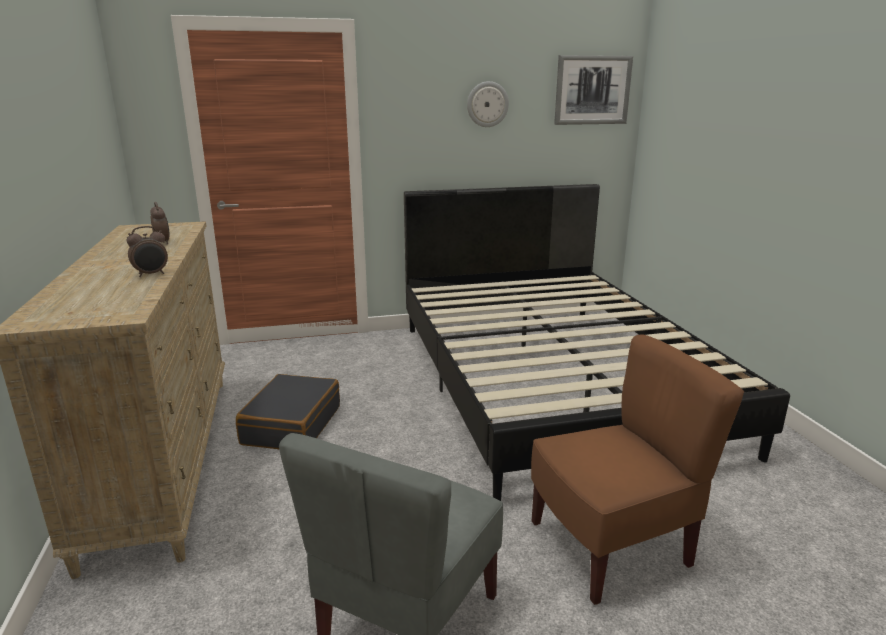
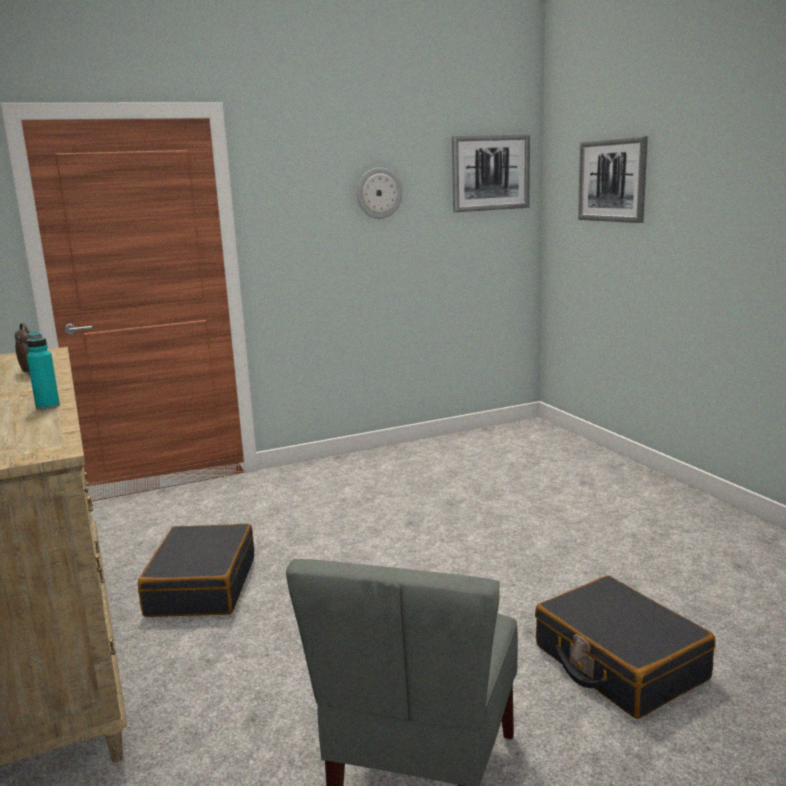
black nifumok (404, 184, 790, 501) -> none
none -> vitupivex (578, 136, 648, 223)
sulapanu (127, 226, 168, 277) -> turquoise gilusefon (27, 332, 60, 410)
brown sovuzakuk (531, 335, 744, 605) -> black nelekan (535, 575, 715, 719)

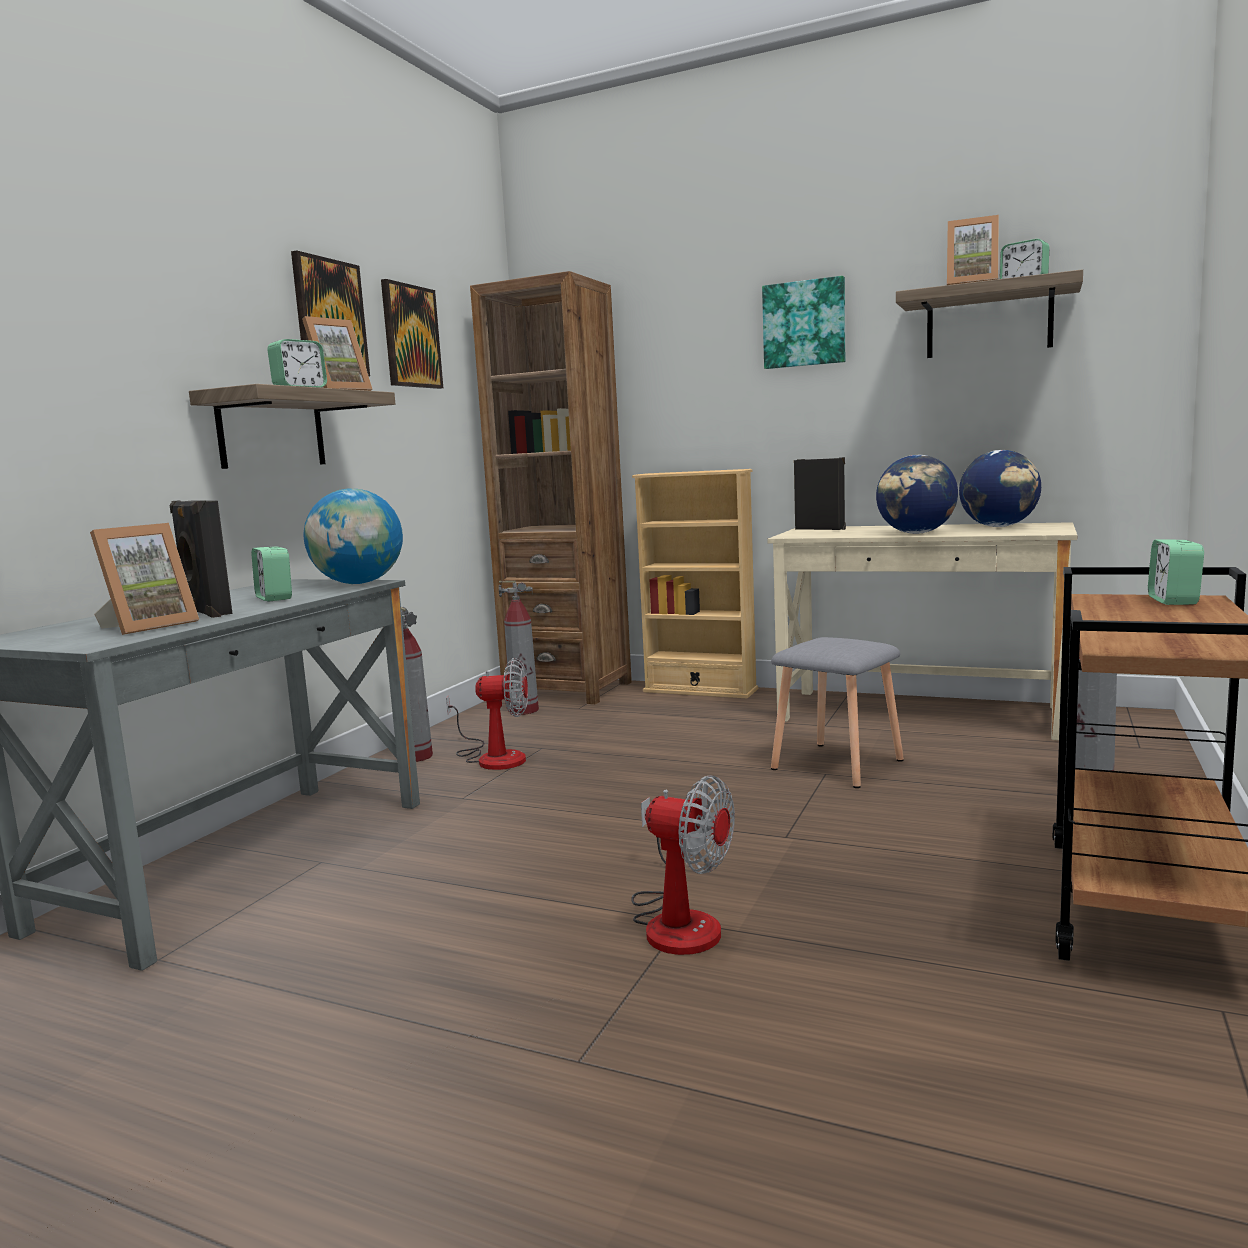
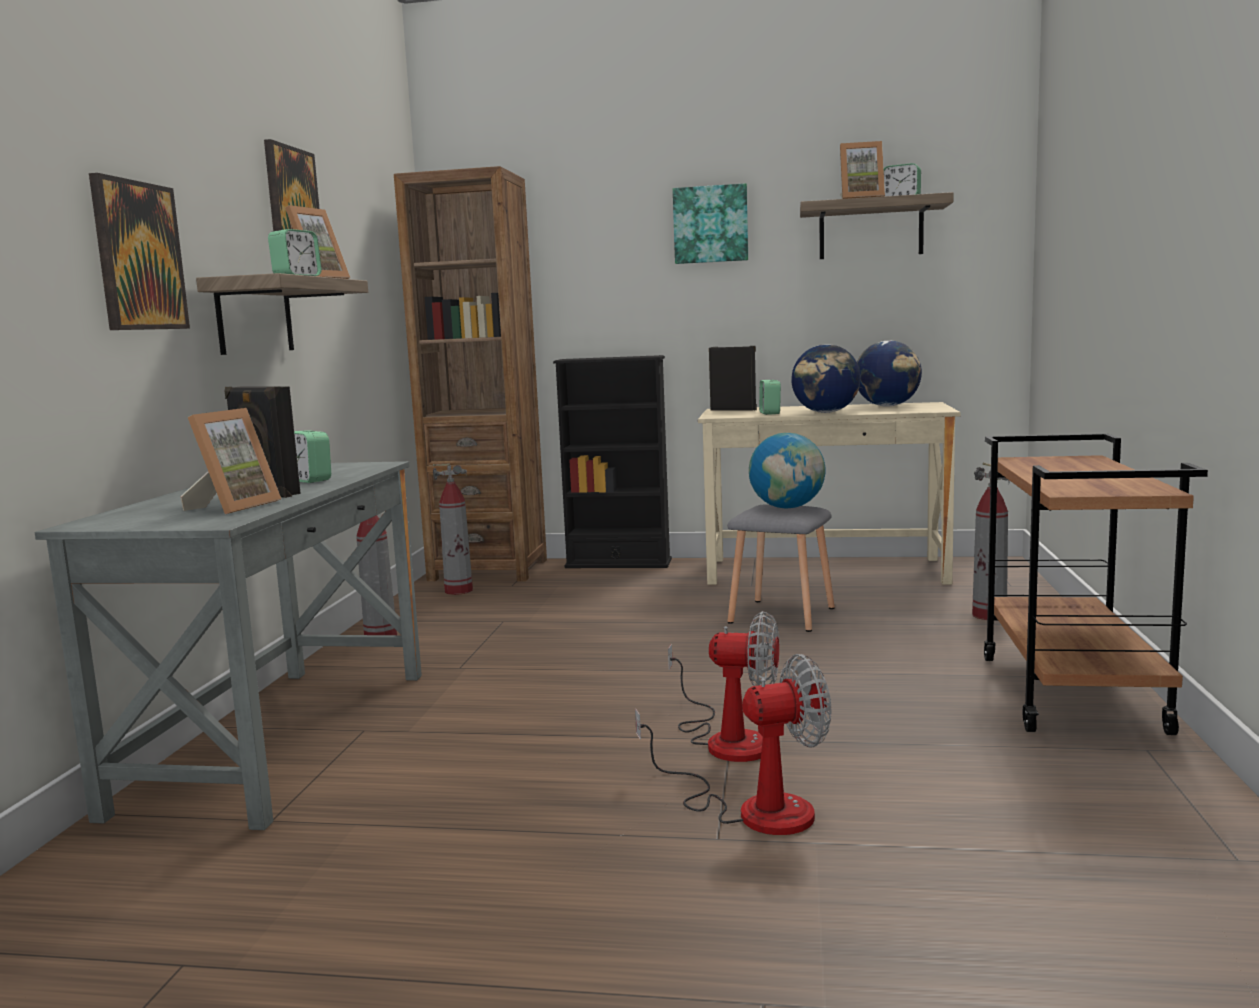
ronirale (303, 489, 403, 584) -> ronirale (749, 433, 825, 509), shifted
vitupivex (381, 279, 443, 389) -> vitupivex (89, 173, 190, 330), shifted
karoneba (446, 658, 528, 770) -> karoneba (635, 654, 831, 835), shifted
sulapanu (1148, 539, 1204, 605) -> sulapanu (759, 380, 781, 415), shifted
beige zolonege (632, 469, 758, 699) -> black zolonege (553, 355, 672, 568)

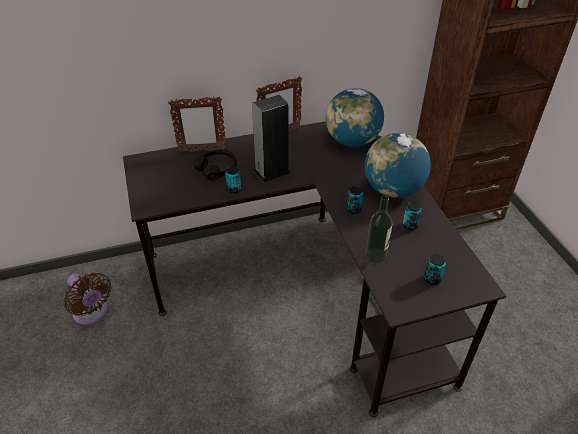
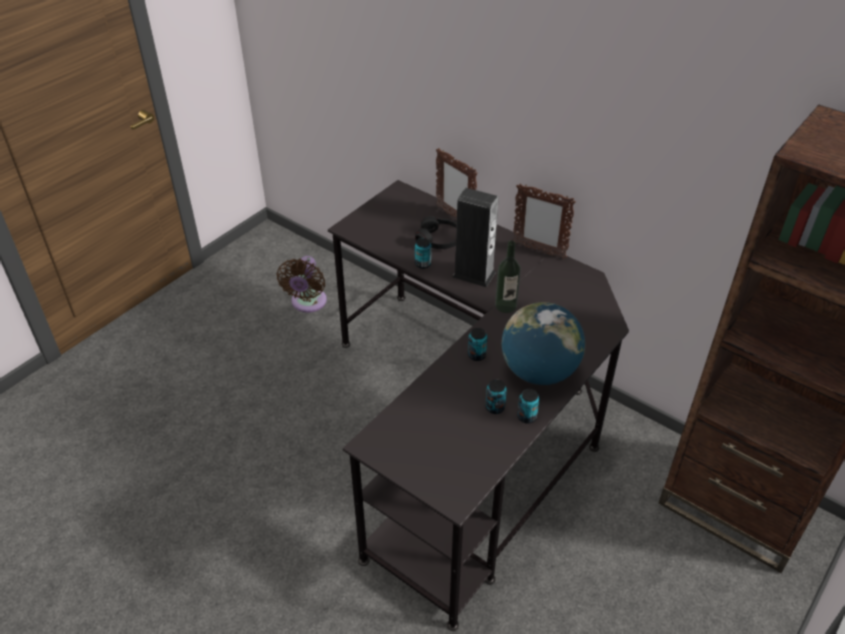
ronirale (326, 88, 384, 147) -> none
gilusefon (366, 195, 392, 263) -> gilusefon (495, 241, 521, 313), shifted
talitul (424, 254, 446, 285) -> talitul (517, 389, 540, 424), shifted

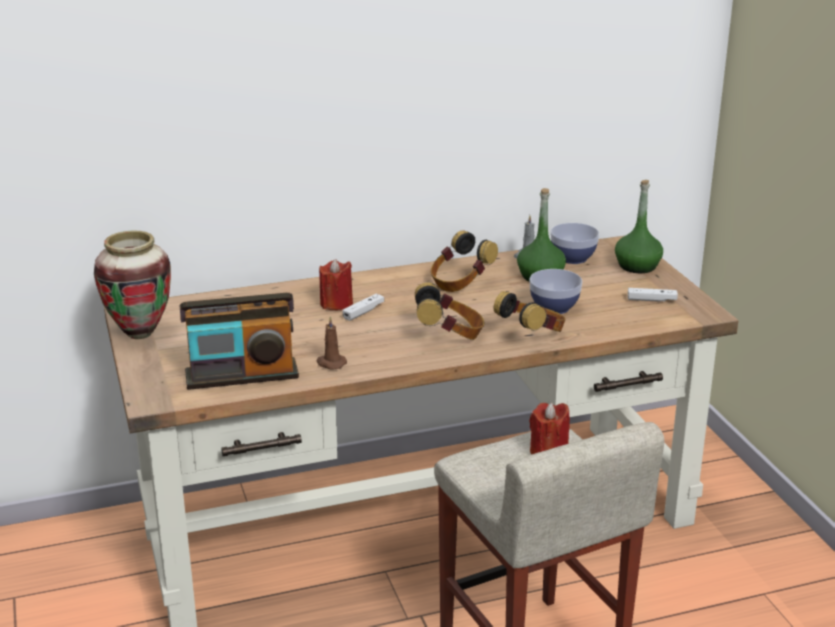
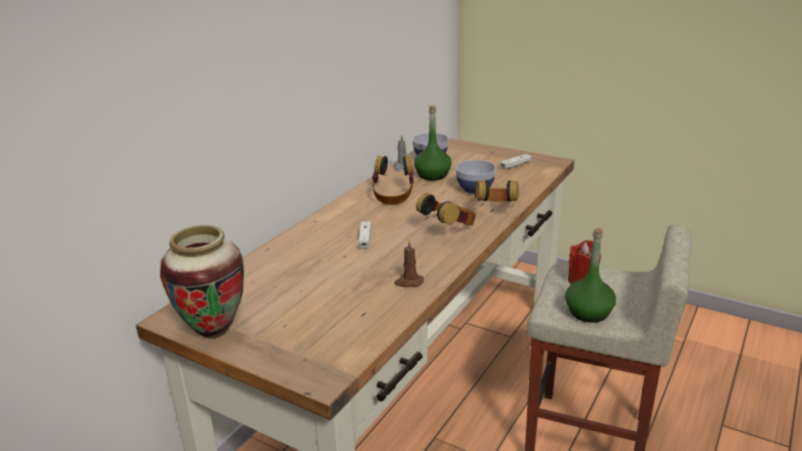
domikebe (180, 293, 299, 390) -> none
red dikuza (319, 259, 353, 310) -> none
green gilusefon (615, 180, 663, 273) -> green gilusefon (565, 228, 616, 323), shifted

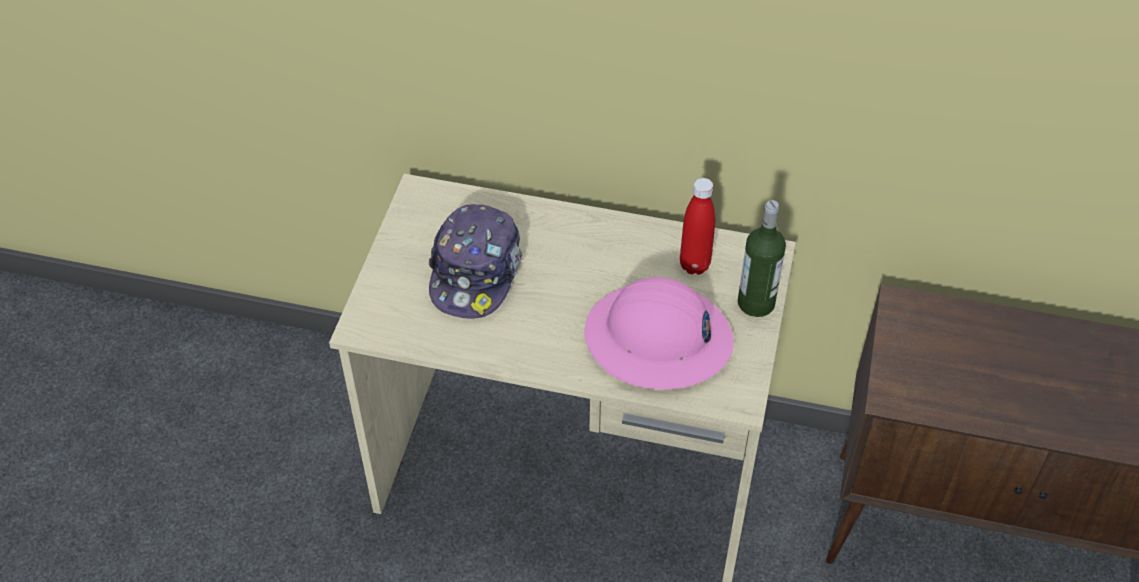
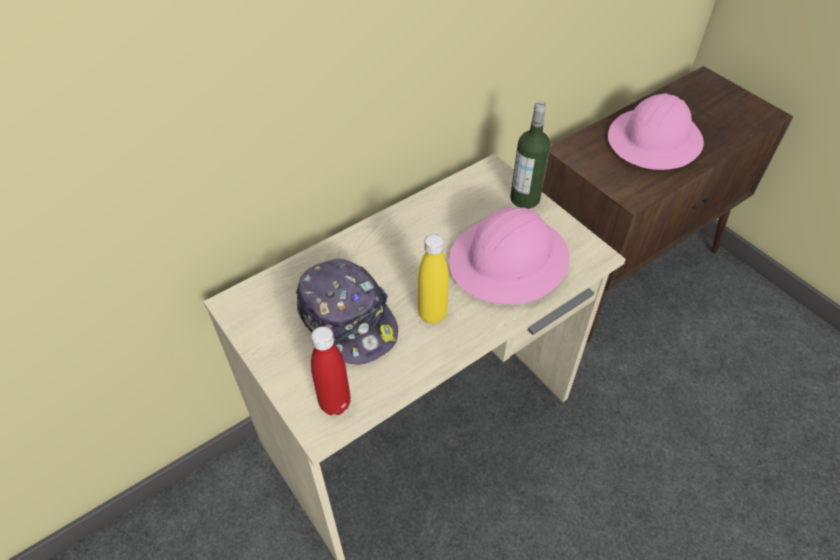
none -> yellow gilusefon (418, 234, 449, 324)
none -> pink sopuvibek (608, 93, 704, 170)
red gilusefon (680, 178, 715, 275) -> red gilusefon (311, 326, 351, 415), shifted

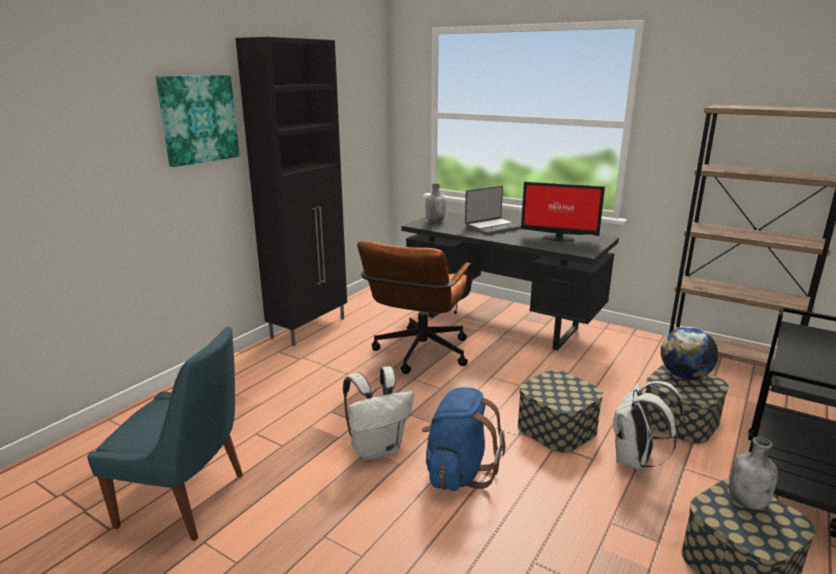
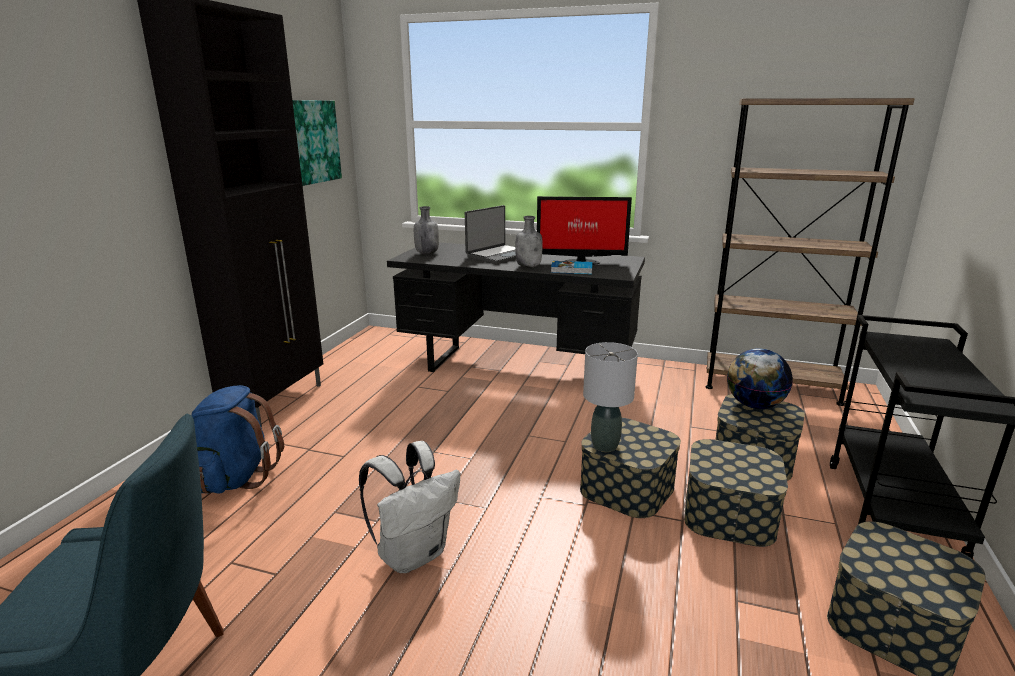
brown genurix (357, 241, 473, 374) -> none
none -> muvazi (551, 261, 592, 274)
none -> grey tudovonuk (583, 342, 638, 452)
vitupivex (156, 75, 239, 167) -> vitupivex (292, 100, 342, 186), shifted
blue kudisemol (422, 387, 505, 491) -> blue kudisemol (191, 385, 284, 494), shifted
grey gilusefon (729, 437, 778, 509) -> grey gilusefon (515, 216, 543, 268), shifted
white kudisemol (613, 381, 685, 470) -> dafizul (684, 439, 788, 547)

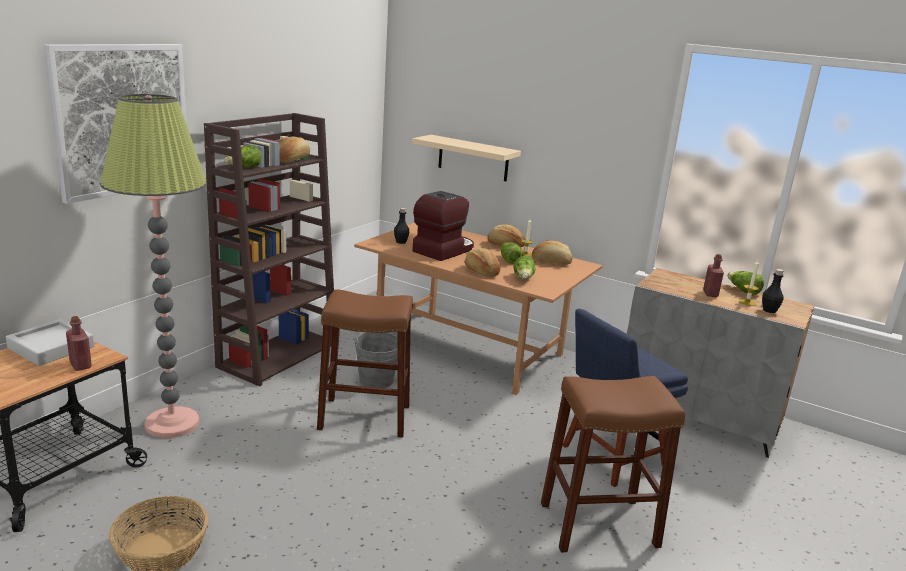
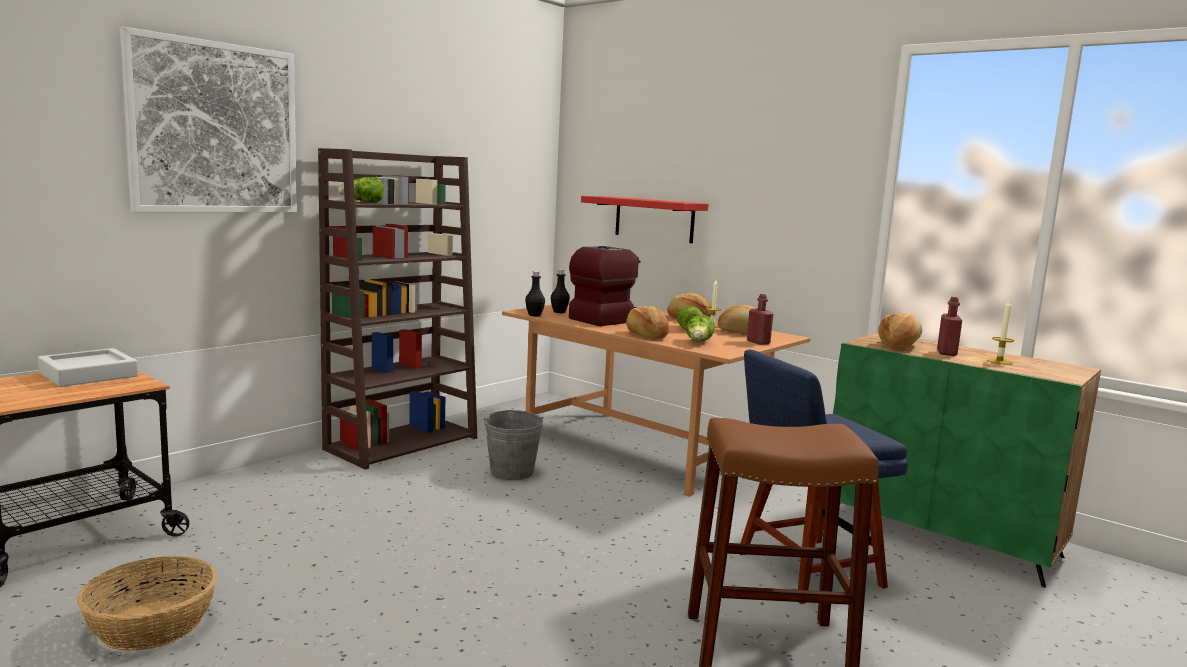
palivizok (100, 94, 207, 438) -> none
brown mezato (317, 289, 413, 438) -> none
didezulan (727, 271, 764, 296) -> none
red gilusefon (66, 316, 92, 371) -> red gilusefon (747, 294, 774, 345), shifted
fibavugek (279, 137, 310, 163) -> fibavugek (878, 313, 922, 350), shifted
black gilusefon (762, 269, 784, 313) -> black gilusefon (525, 271, 545, 316), shifted
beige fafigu (412, 135, 521, 181) -> red fafigu (581, 196, 709, 243)
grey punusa (627, 268, 814, 458) -> green punusa (833, 333, 1101, 588)

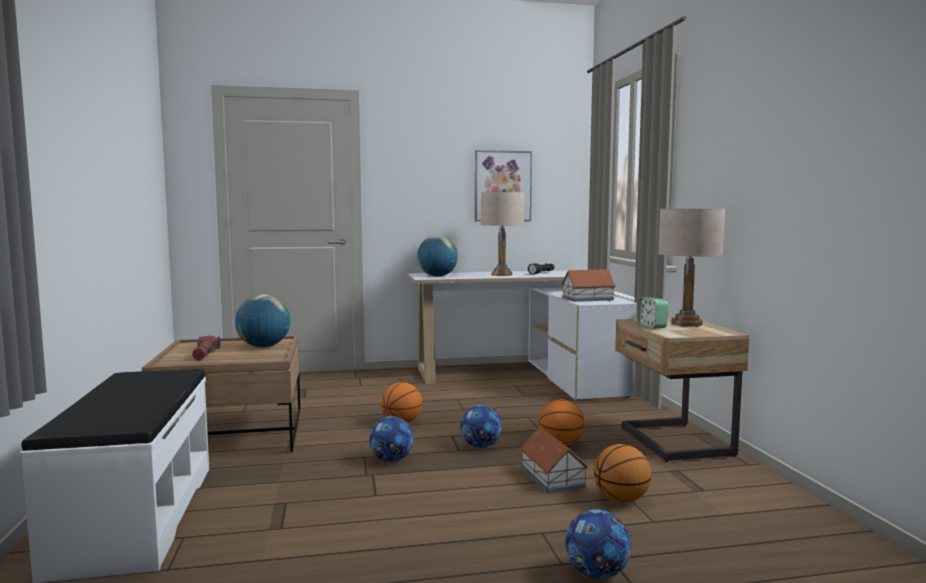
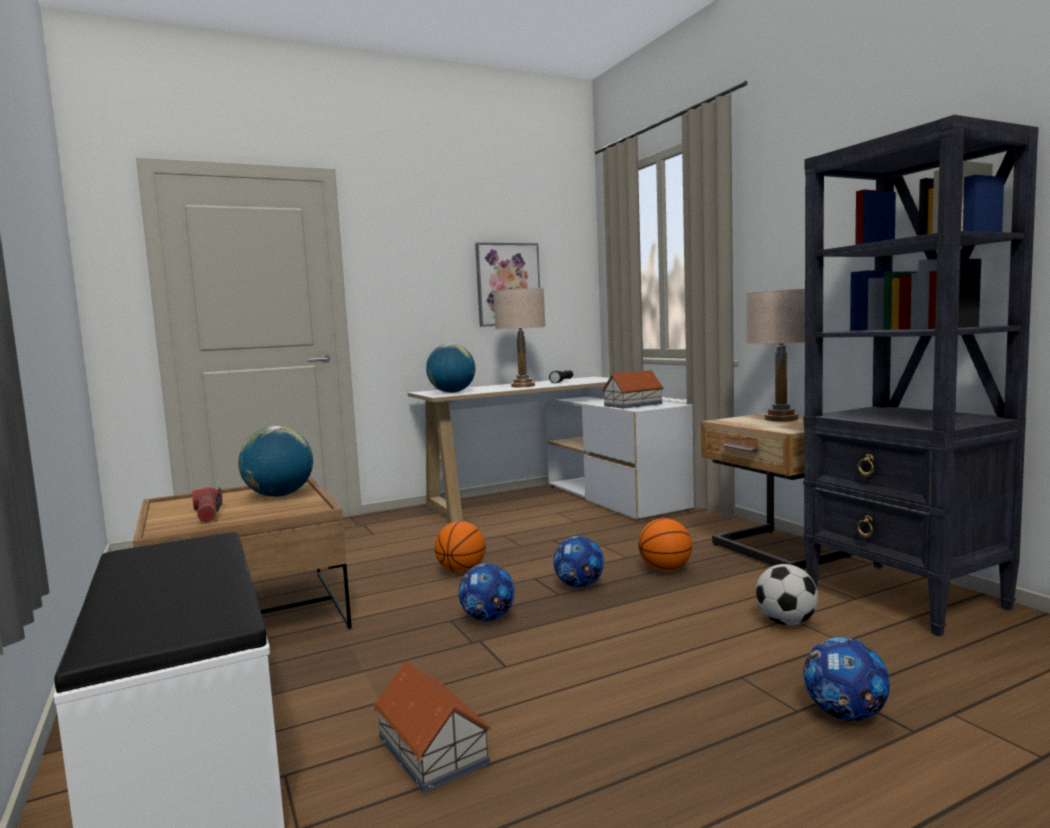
sulapanu (638, 297, 668, 329) -> none
none -> black zolonege (803, 115, 1039, 637)
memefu (520, 427, 589, 494) -> memefu (373, 661, 492, 793), shifted
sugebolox (594, 444, 651, 502) -> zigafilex (756, 564, 818, 625)

